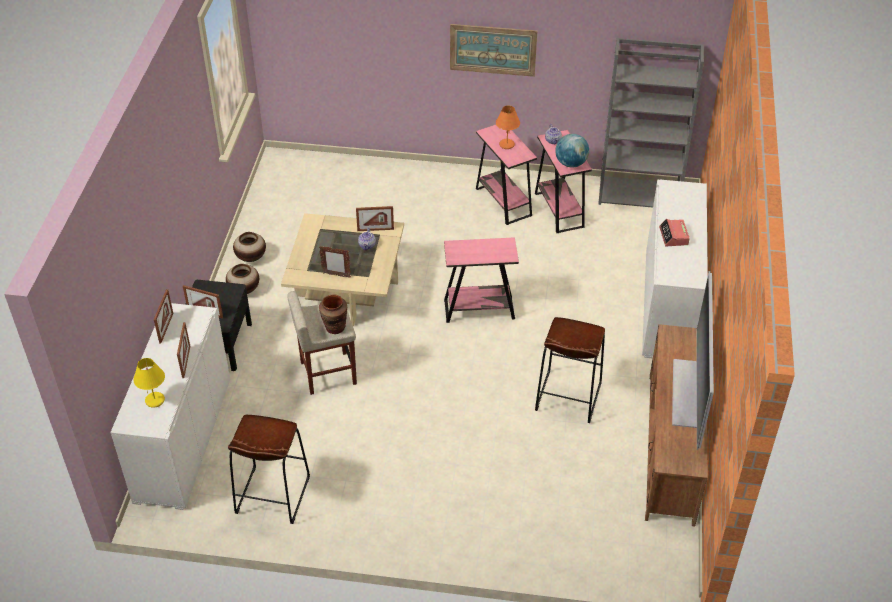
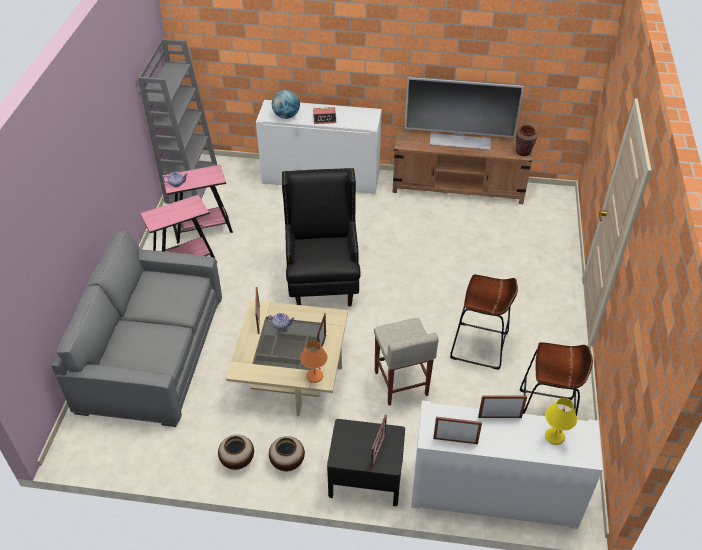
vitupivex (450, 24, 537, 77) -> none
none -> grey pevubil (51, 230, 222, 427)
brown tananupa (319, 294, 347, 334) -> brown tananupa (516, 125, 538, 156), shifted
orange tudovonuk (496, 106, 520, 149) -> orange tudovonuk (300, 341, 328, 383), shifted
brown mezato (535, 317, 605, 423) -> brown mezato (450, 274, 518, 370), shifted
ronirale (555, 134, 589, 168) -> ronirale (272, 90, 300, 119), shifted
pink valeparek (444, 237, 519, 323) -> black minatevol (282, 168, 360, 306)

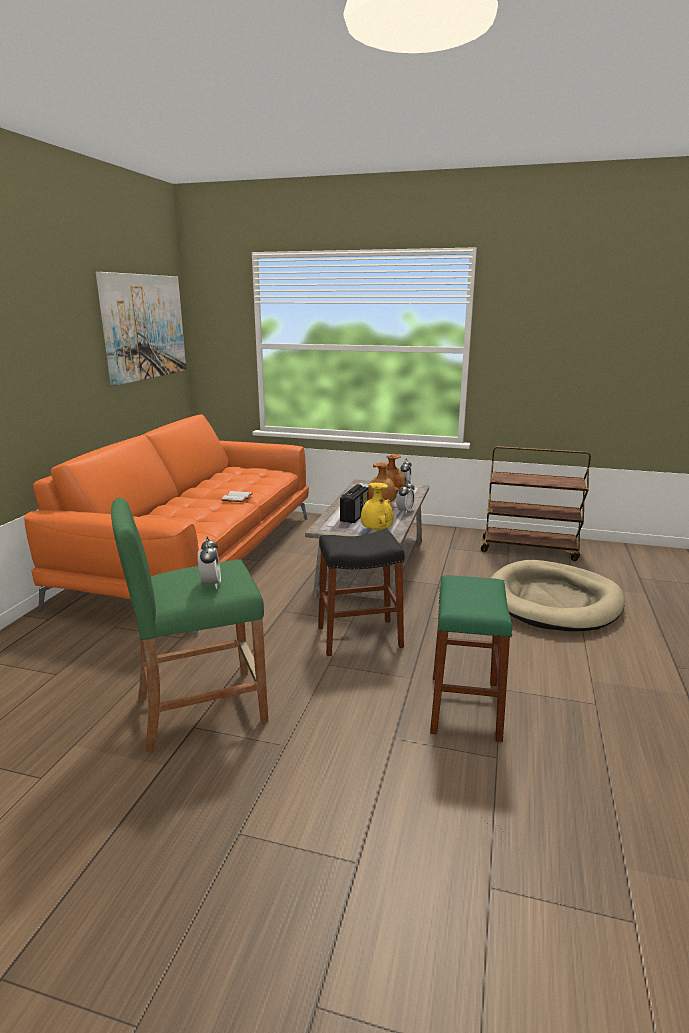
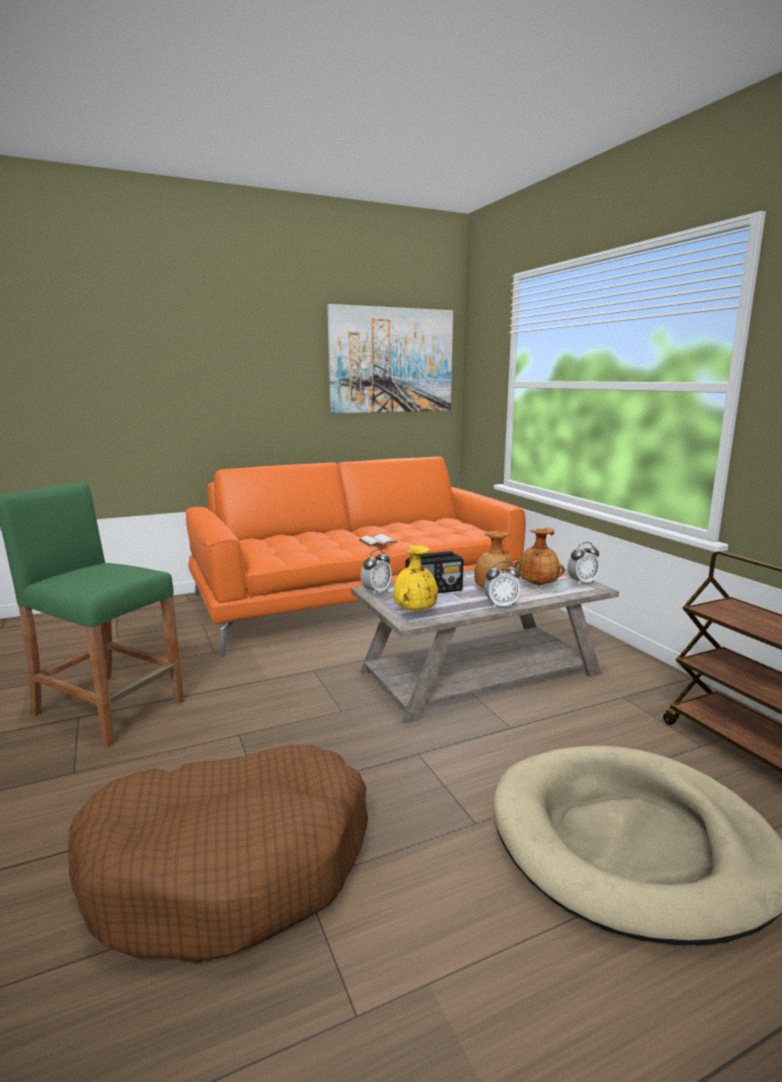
black mezato (318, 531, 404, 656) -> none
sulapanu (198, 536, 221, 589) -> sulapanu (361, 549, 392, 595), shifted
green mezato (430, 575, 512, 742) -> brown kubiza (68, 745, 368, 963)

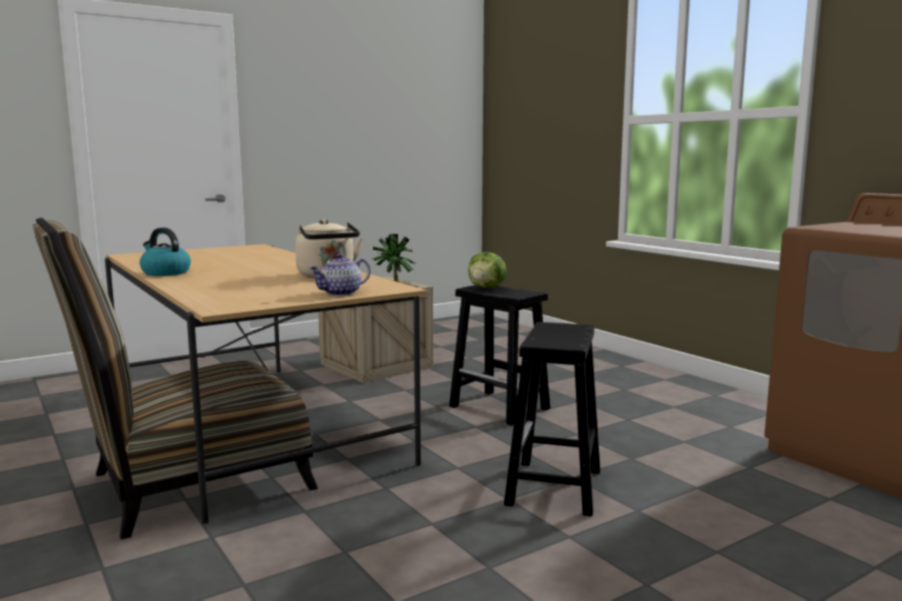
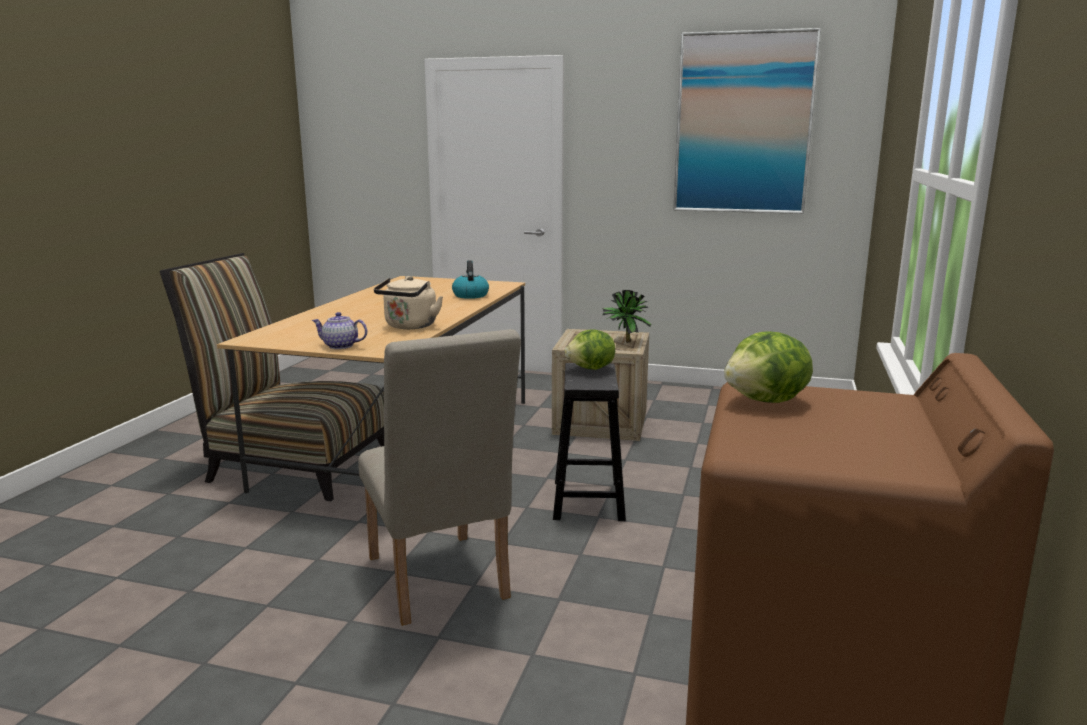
none -> vitupivex (673, 28, 821, 214)
none -> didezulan (724, 331, 813, 403)
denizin (140, 228, 191, 276) -> denizin (452, 261, 489, 299), shifted
black mezato (504, 322, 600, 516) -> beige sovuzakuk (358, 329, 521, 626)

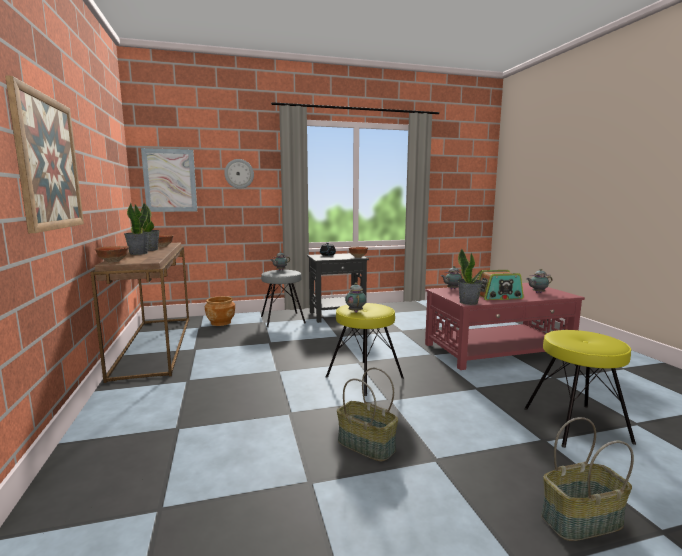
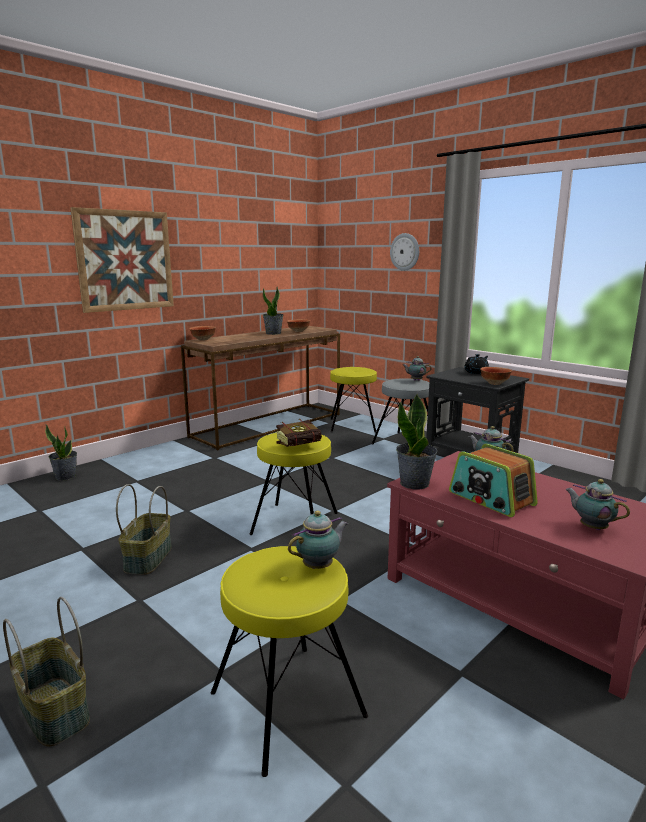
vitupivex (141, 148, 197, 212) -> none
none -> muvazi (276, 419, 322, 447)
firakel (124, 203, 149, 255) -> firakel (45, 425, 77, 481), shifted
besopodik (345, 283, 367, 313) -> besopodik (288, 510, 348, 569), shifted
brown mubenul (205, 296, 235, 326) -> yellow mezato (330, 367, 377, 433)

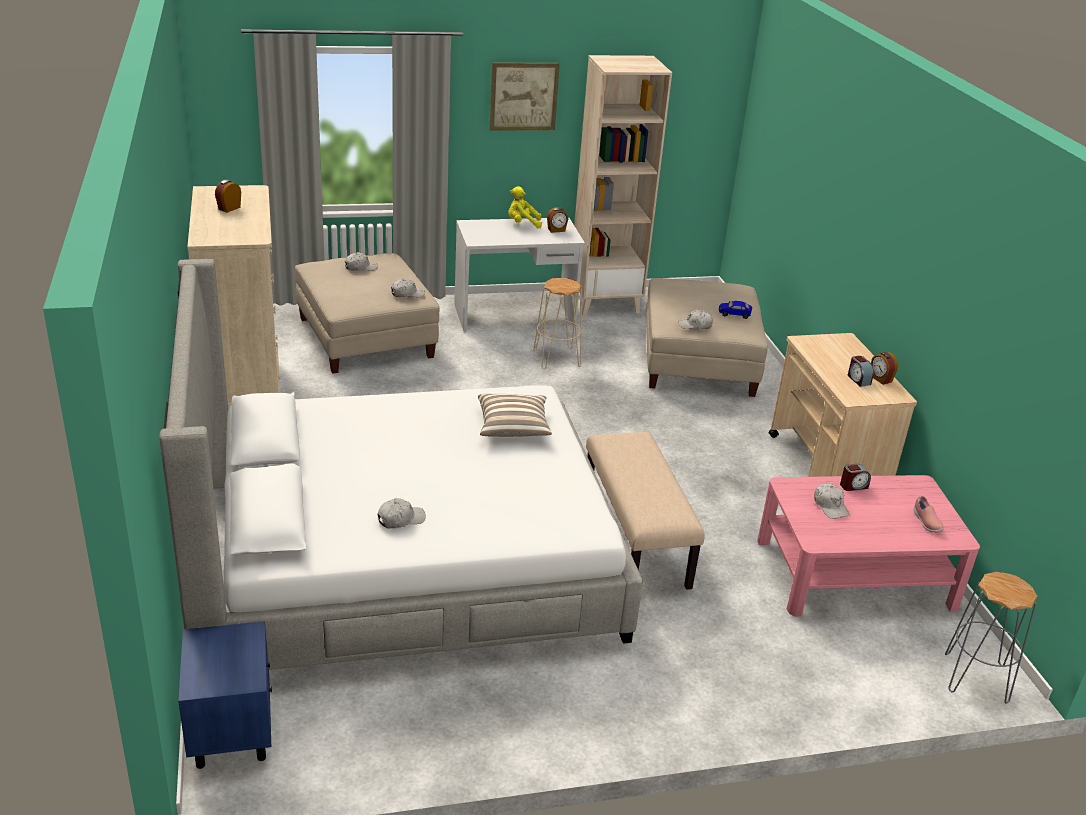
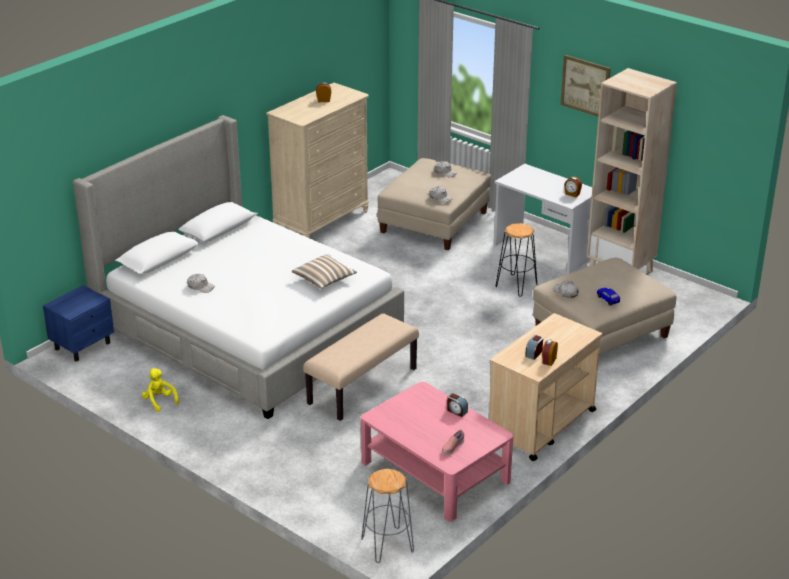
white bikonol (814, 484, 850, 519) -> none
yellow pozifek (508, 186, 542, 228) -> yellow pozifek (142, 368, 179, 412), shifted
beige mezato (533, 278, 582, 369) -> black mezato (496, 223, 537, 297)

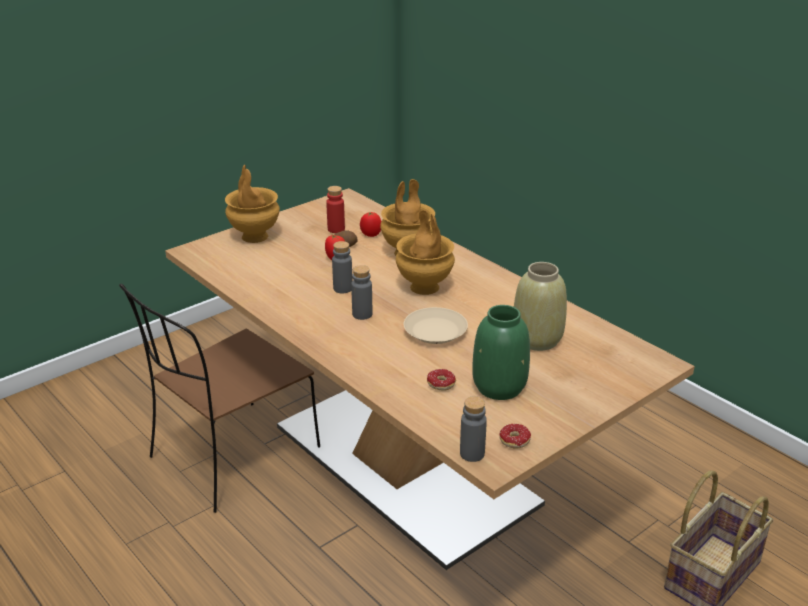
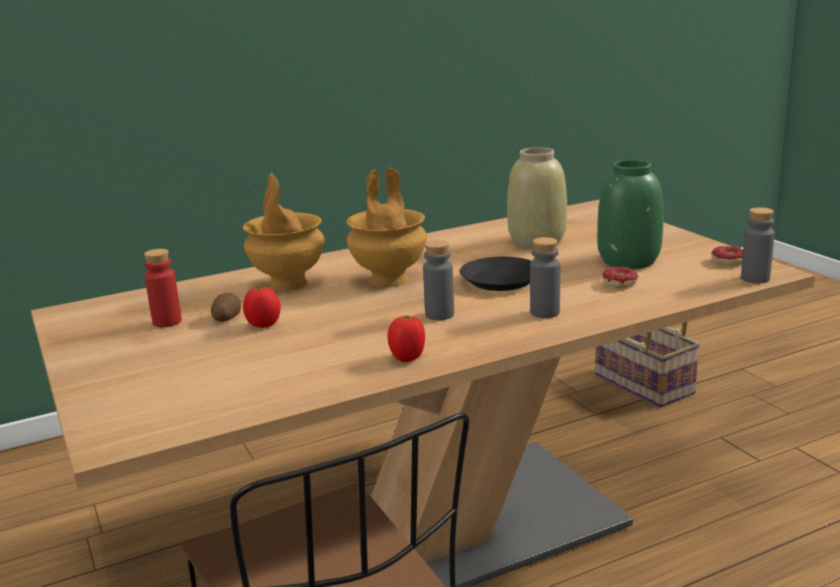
brown tananupa (225, 165, 280, 243) -> none
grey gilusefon (332, 241, 352, 293) -> grey gilusefon (530, 237, 560, 318), shifted
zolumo (360, 212, 382, 237) -> zolumo (387, 315, 425, 362), shifted
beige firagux (404, 307, 468, 344) -> black firagux (460, 257, 531, 291)

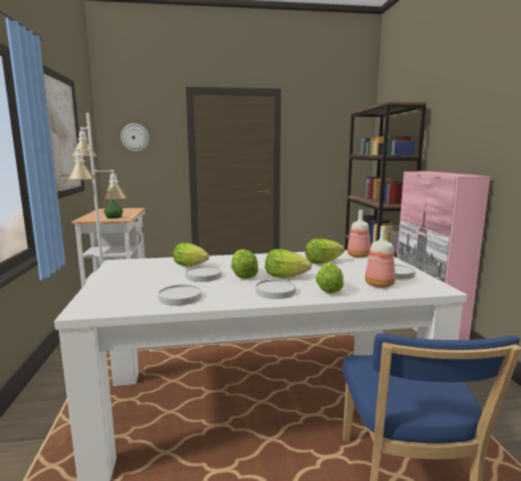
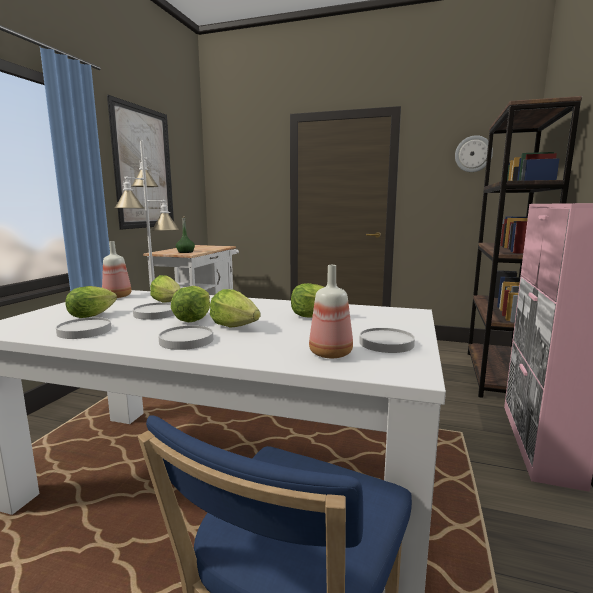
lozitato (121, 123, 150, 152) -> lozitato (455, 135, 493, 172), shifted
didezulan (316, 263, 344, 293) -> didezulan (66, 286, 117, 318), shifted
gilusefon (347, 210, 371, 258) -> gilusefon (102, 241, 132, 298), shifted

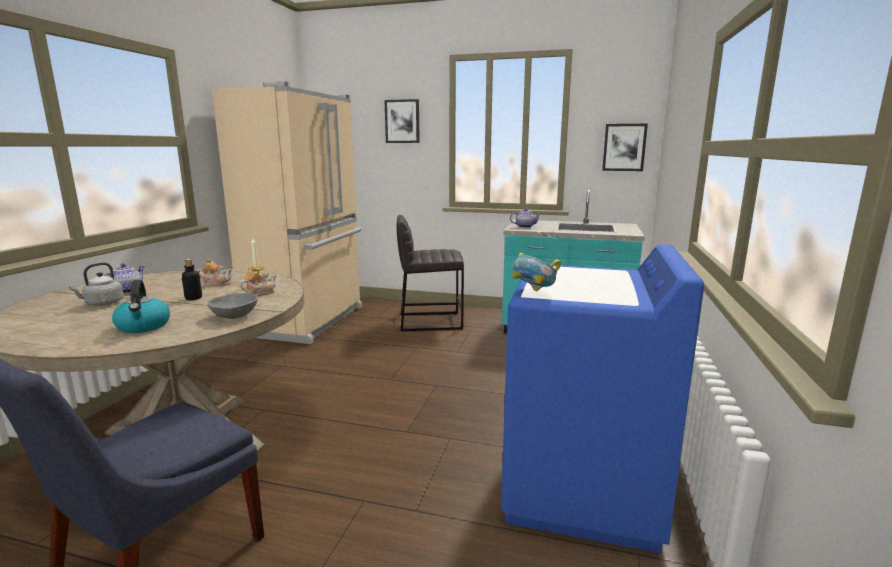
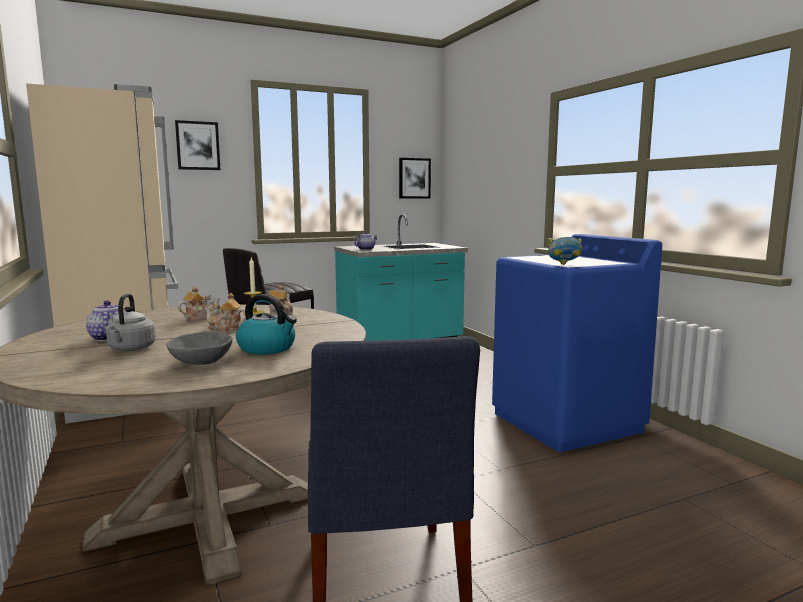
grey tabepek (207, 293, 258, 319) -> grey tabepek (166, 332, 232, 365), shifted
gilusefon (182, 259, 202, 300) -> besopodik (204, 293, 246, 331)

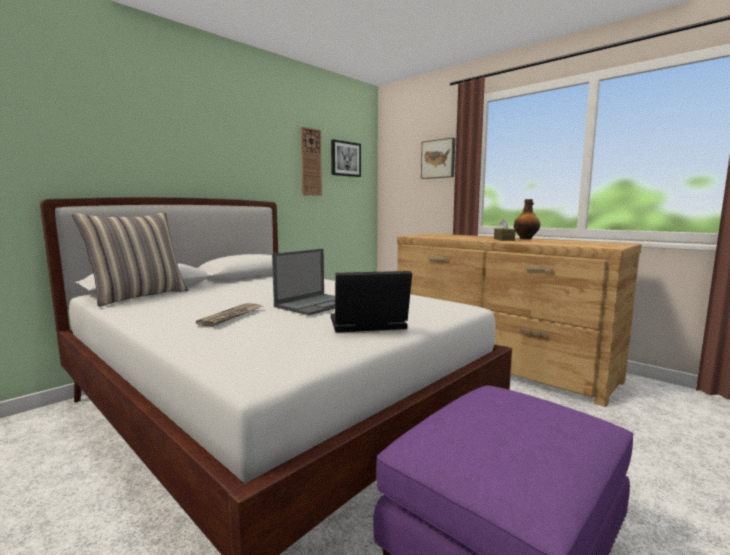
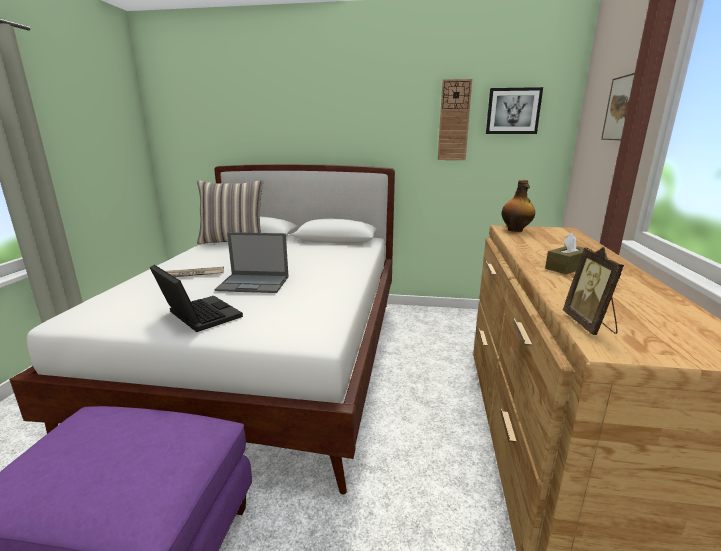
none -> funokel (563, 247, 624, 335)
gilusefon (514, 199, 540, 240) -> gilusefon (502, 180, 535, 232), shifted

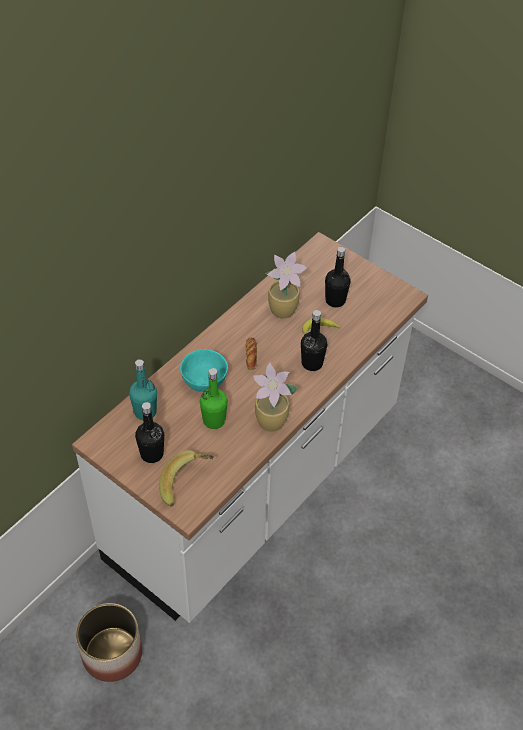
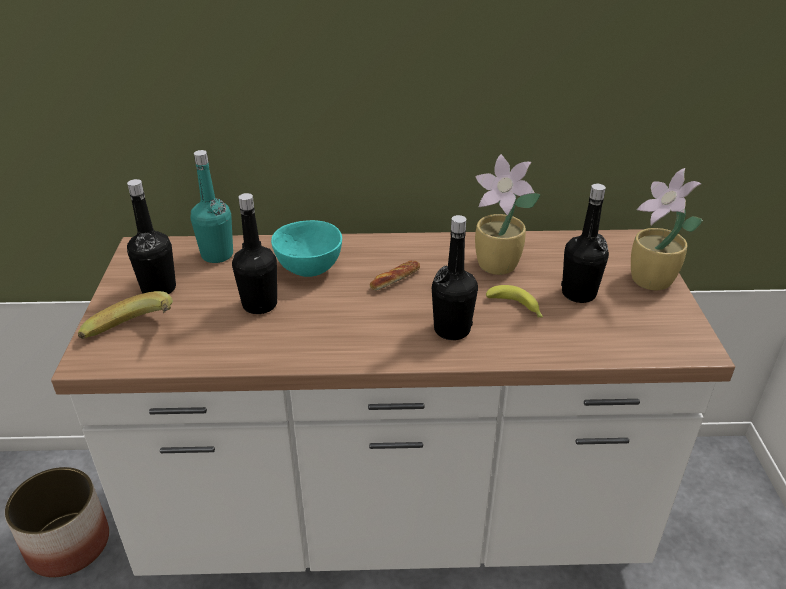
firakel (253, 362, 297, 432) -> firakel (631, 168, 703, 291), shifted
green gilusefon (200, 368, 228, 429) -> black gilusefon (232, 193, 277, 314)

